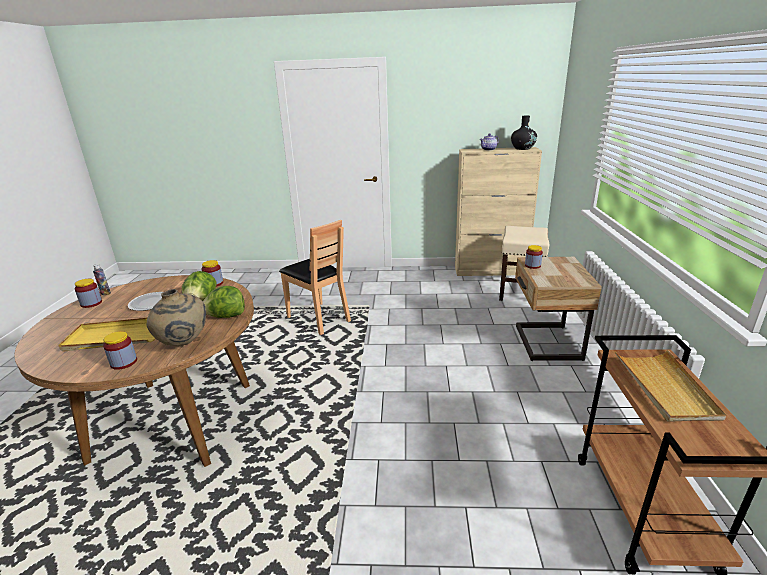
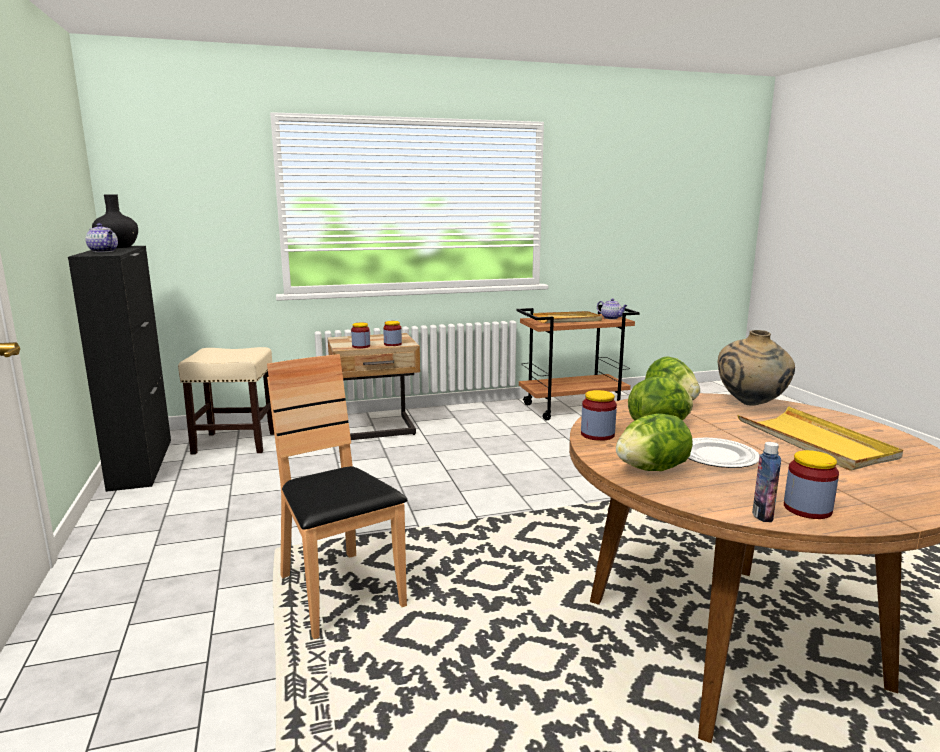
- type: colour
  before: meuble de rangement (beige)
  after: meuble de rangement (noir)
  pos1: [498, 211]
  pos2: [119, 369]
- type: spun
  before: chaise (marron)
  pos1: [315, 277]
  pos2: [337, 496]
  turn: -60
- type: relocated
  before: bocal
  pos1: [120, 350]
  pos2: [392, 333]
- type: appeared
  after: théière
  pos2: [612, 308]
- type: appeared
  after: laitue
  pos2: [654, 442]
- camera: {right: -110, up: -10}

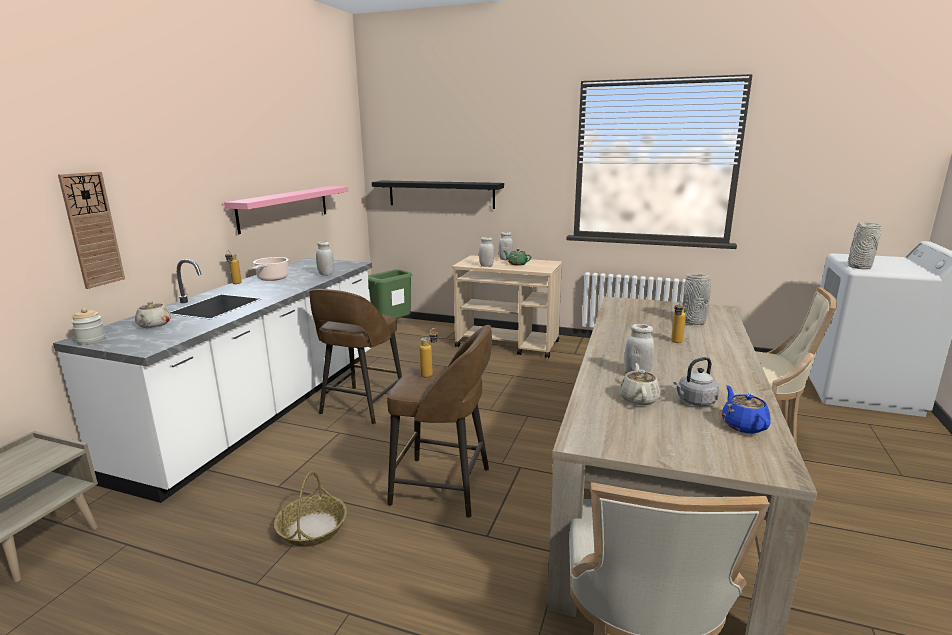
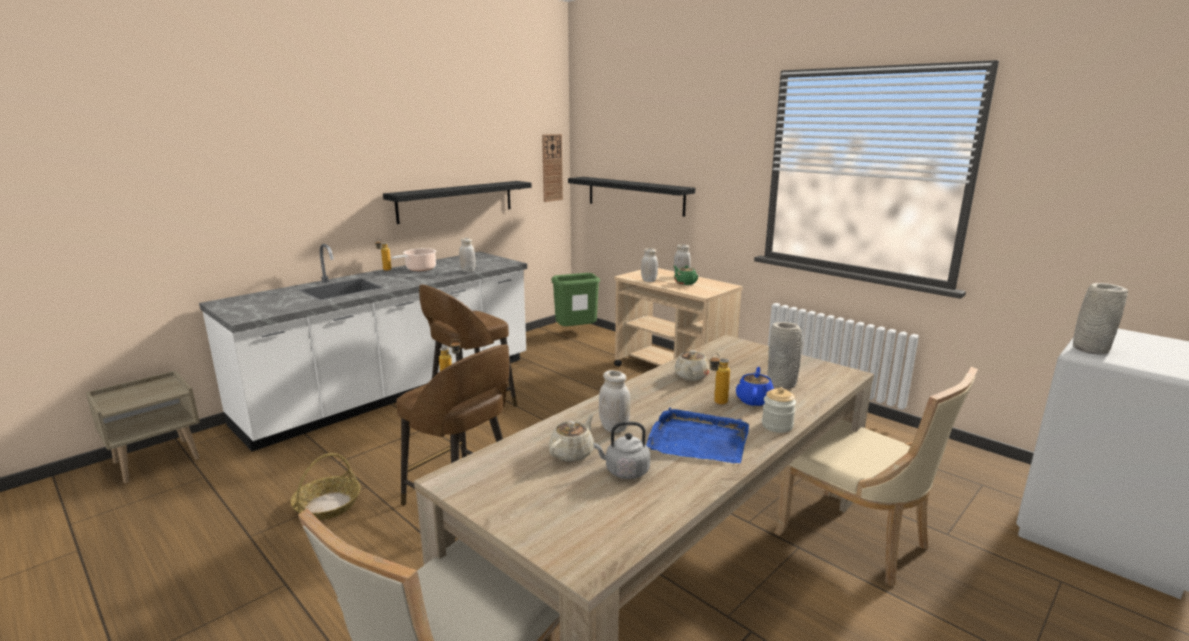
- type: colour
  before: étagère (rose)
  after: étagère (noir)
  pos1: [286, 210]
  pos2: [457, 202]
- type: relocated
  before: horloge murale
  pos1: [91, 230]
  pos2: [552, 168]
- type: appeared
  after: plateau (bleu)
  pos2: [697, 435]
- type: relocated
  before: théière (beige)
  pos1: [153, 314]
  pos2: [692, 365]
- type: relocated
  before: théière (bleu)
  pos1: [746, 409]
  pos2: [755, 386]
- type: relocated
  before: bocal
  pos1: [88, 326]
  pos2: [779, 410]
- camera: {right: 25, up: 0}

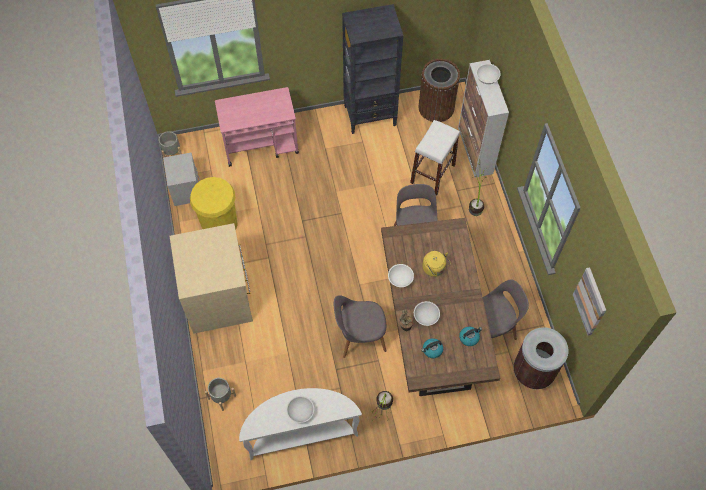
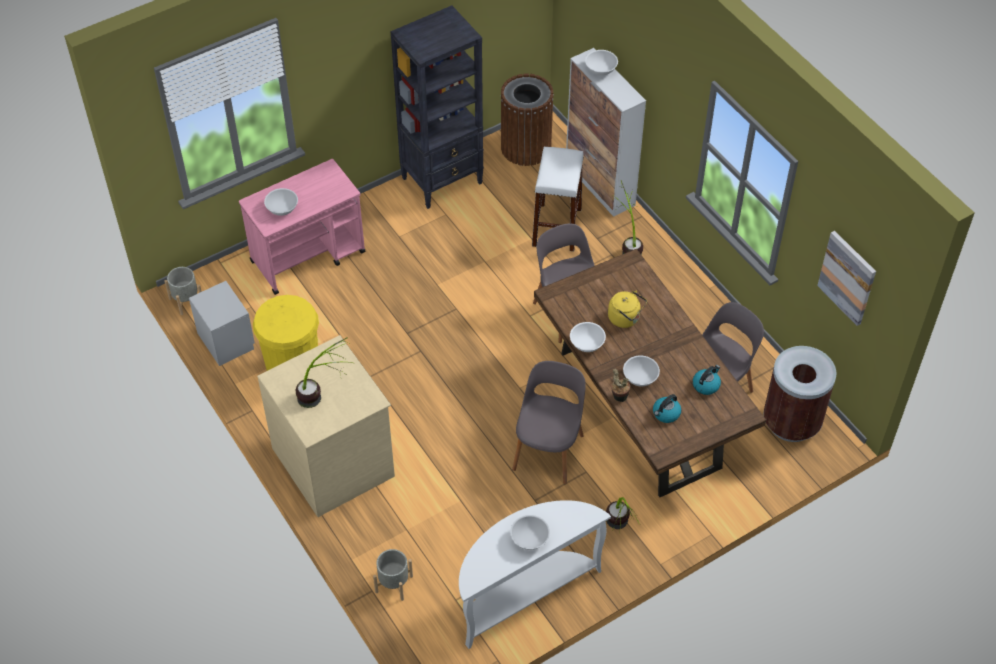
- type: appeared
  after: bol (blanc)
  pos2: [281, 202]
- type: appeared
  after: plante en pot
  pos2: [324, 372]
- type: spun
  before: chaise (gris)
  pos1: [360, 326]
  pos2: [549, 422]
  turn: 135
- camera: {right: -20, up: -10}

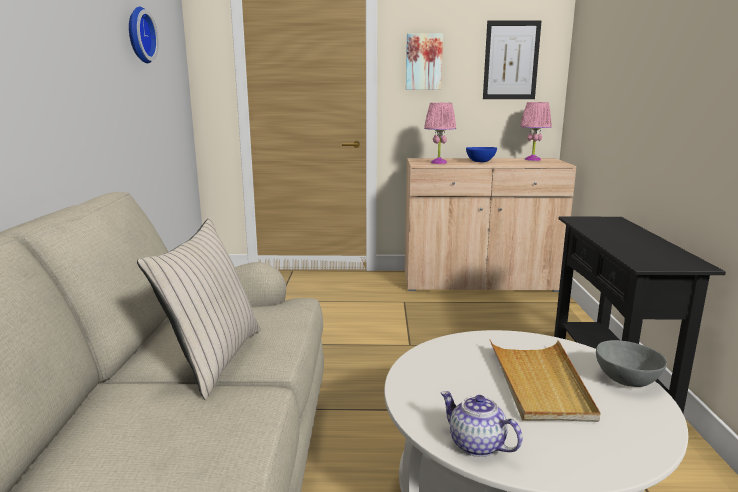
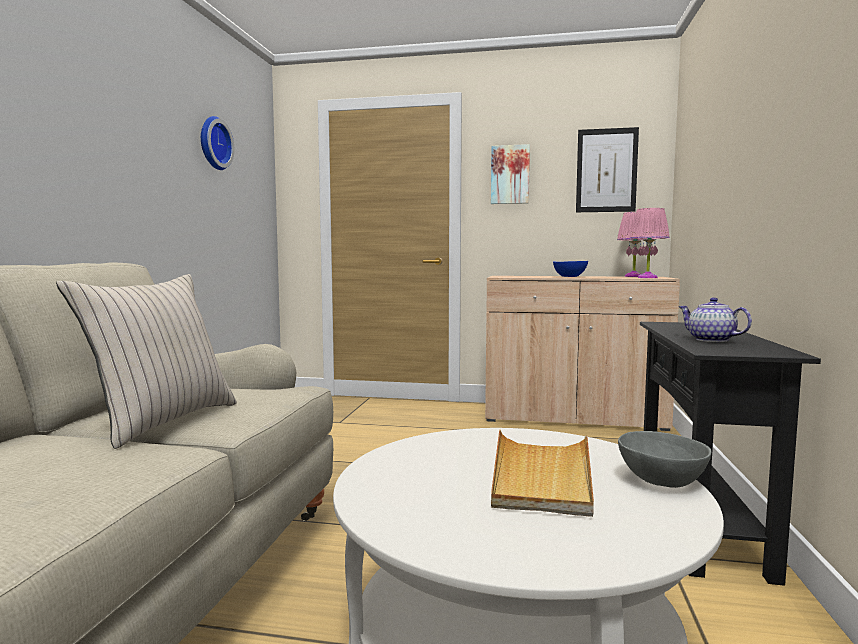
- type: relocated
  before: lampe de table (rose)
  pos1: [440, 133]
  pos2: [650, 243]
- type: relocated
  before: théière
  pos1: [481, 424]
  pos2: [715, 319]
- camera: {right: 10, up: -10}

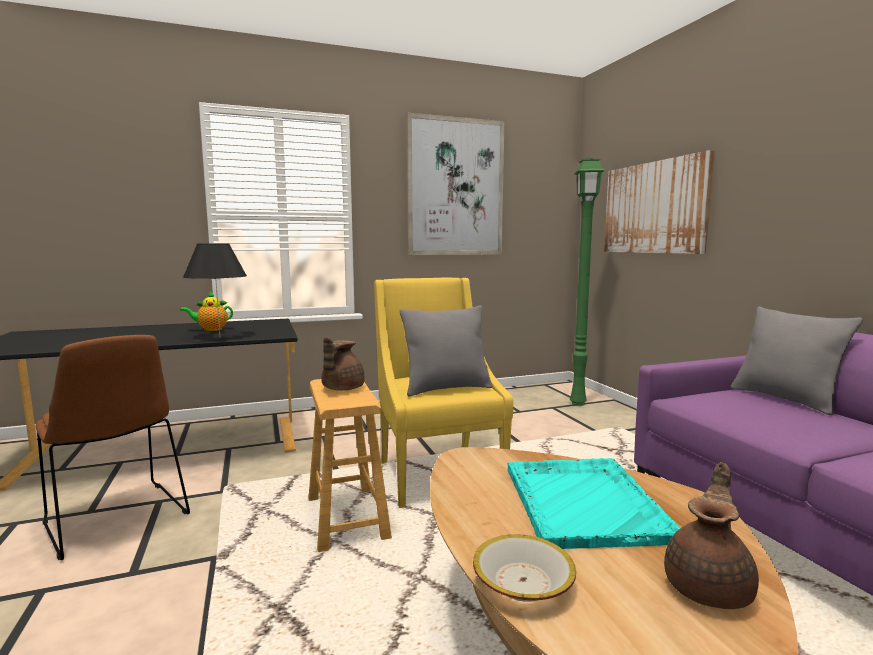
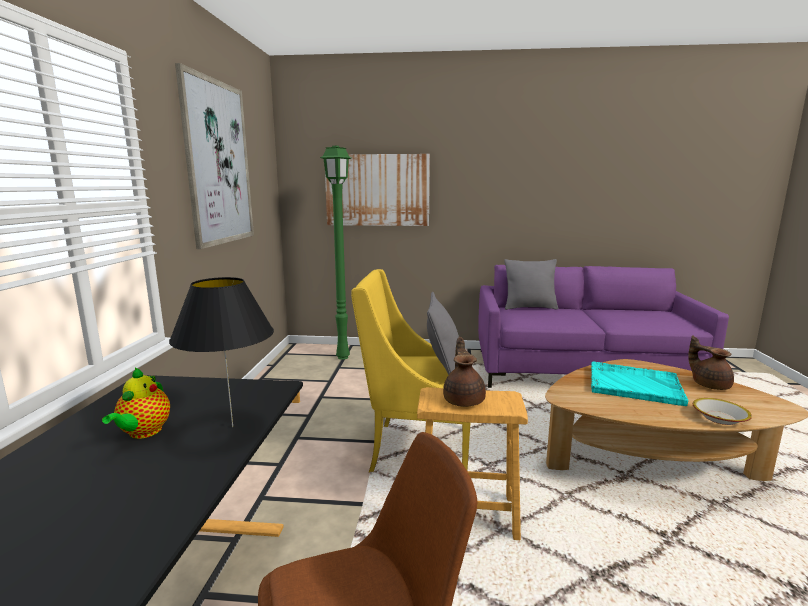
- type: spun
  before: théière (marron)
  pos1: [343, 364]
  pos2: [464, 372]
  turn: -135
- camera: {right: -65, up: 5}

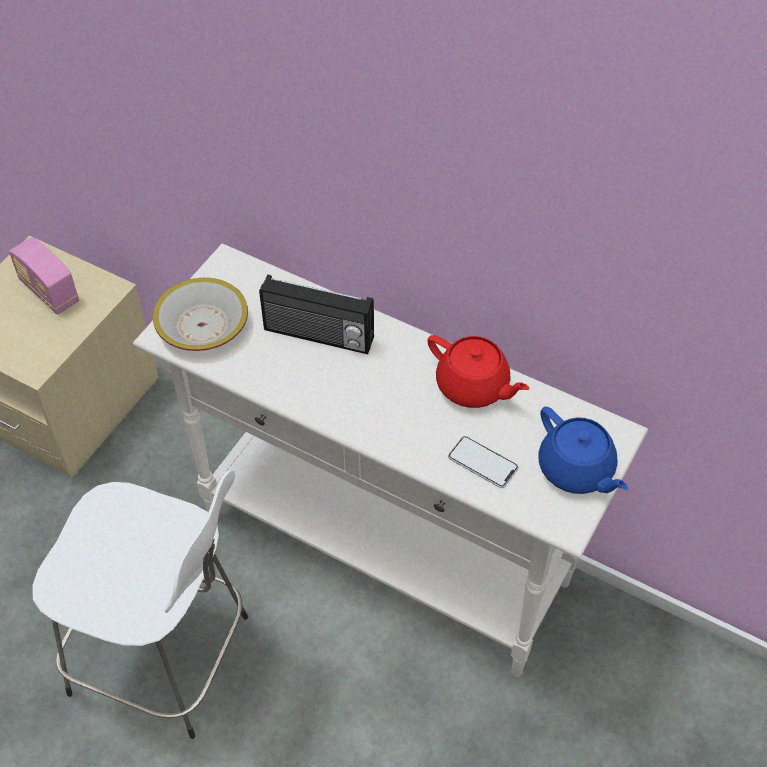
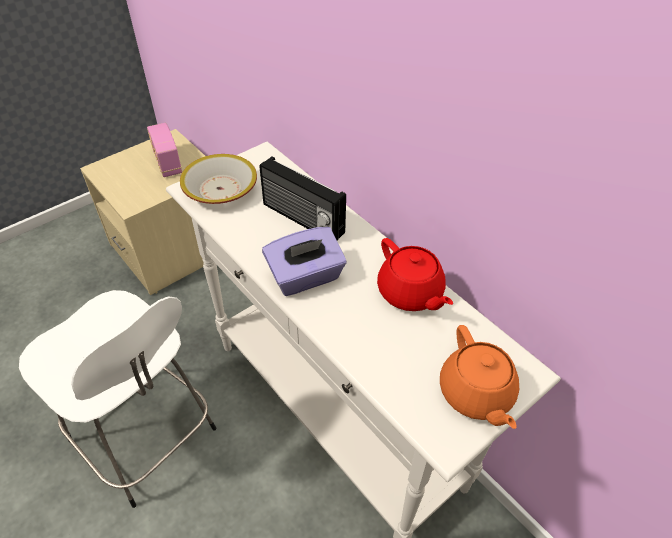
- type: appeared
  after: boîte à mouchoirs (violet)
  pos2: [304, 261]
- type: colour
  before: théière (bleu)
  after: théière (orange)
  pos1: [583, 450]
  pos2: [479, 377]
- type: missing
  before: téléphone
  pos1: [483, 462]
- camera: {right: 20, up: -5}

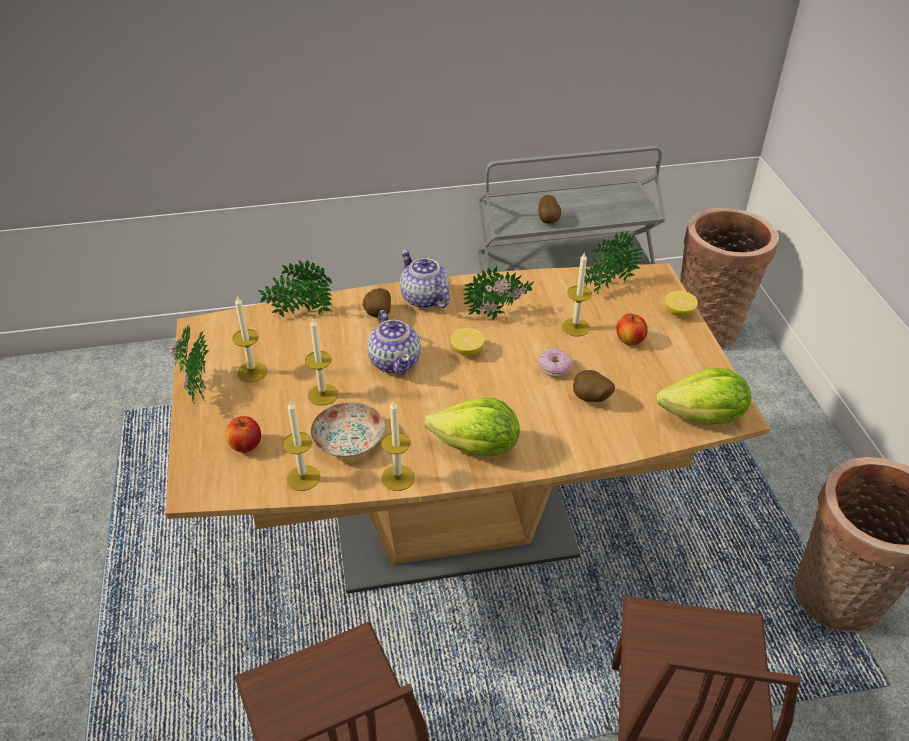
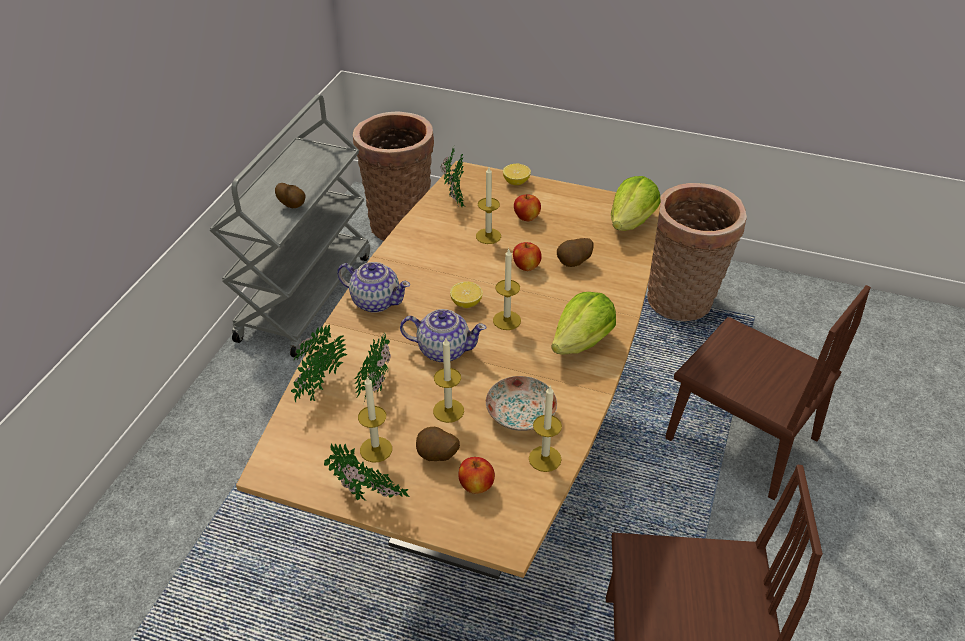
- type: spun
  before: théière
  pos1: [425, 279]
  pos2: [373, 287]
  turn: -150
- type: relocated
  before: plante en pot
  pos1: [498, 293]
  pos2: [372, 367]
- type: relocated
  before: pomme de terre
  pos1: [377, 302]
  pos2: [438, 444]
- type: relocated
  before: bougie
  pos1: [398, 446]
  pos2: [507, 289]
- type: exchanged
  before: beignet
  after: pomme
  pos1: [555, 362]
  pos2: [527, 256]
- camera: {right: -60, up: 0}

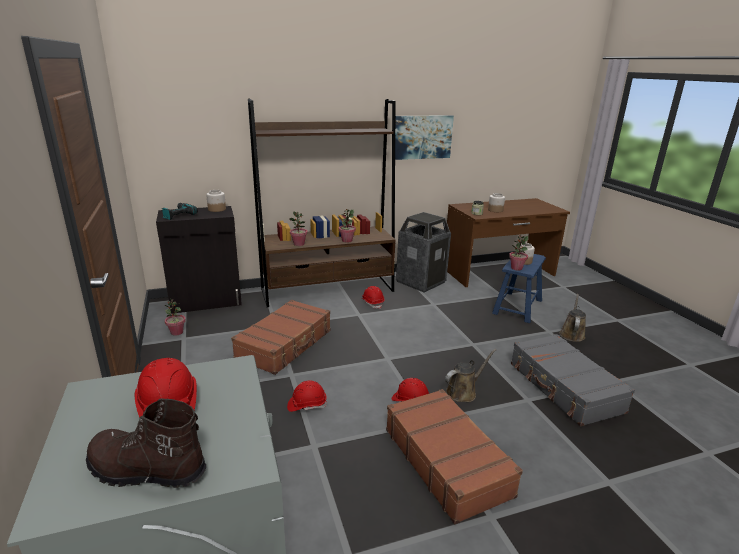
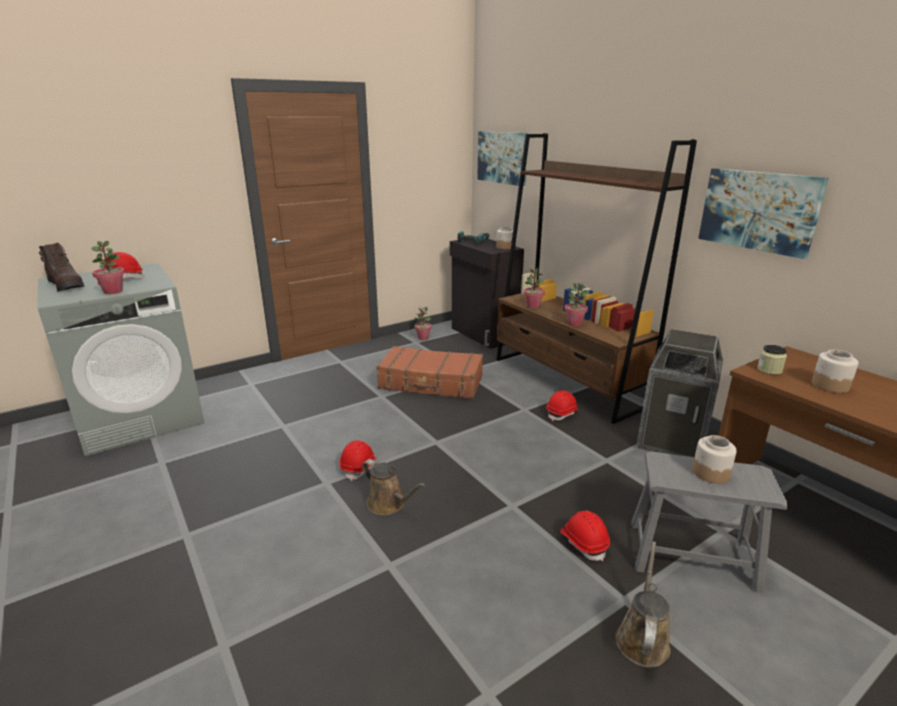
- type: spun
  before: botte (marron)
  pos1: [146, 443]
  pos2: [62, 267]
  turn: 135
- type: relocated
  before: plante en pot
  pos1: [518, 253]
  pos2: [108, 267]
- type: appeared
  after: tableau
  pos2: [502, 158]
- type: relocated
  before: casque de chantier (rouge)
  pos1: [307, 396]
  pos2: [585, 536]
- type: spun
  before: arrosoir (marron)
  pos1: [572, 318]
  pos2: [642, 604]
  turn: -75
- type: colour
  before: tabouret (bleu)
  after: tabouret (gris)
  pos1: [519, 288]
  pos2: [709, 522]
- type: missing
  before: valise (marron)
  pos1: [454, 456]
- type: missing
  before: valise (gris)
  pos1: [573, 380]
- camera: {right: 75, up: 0}

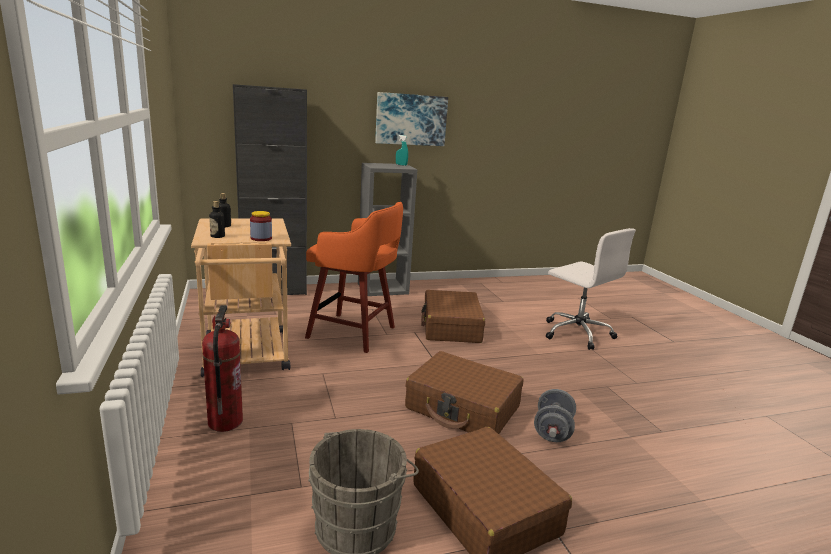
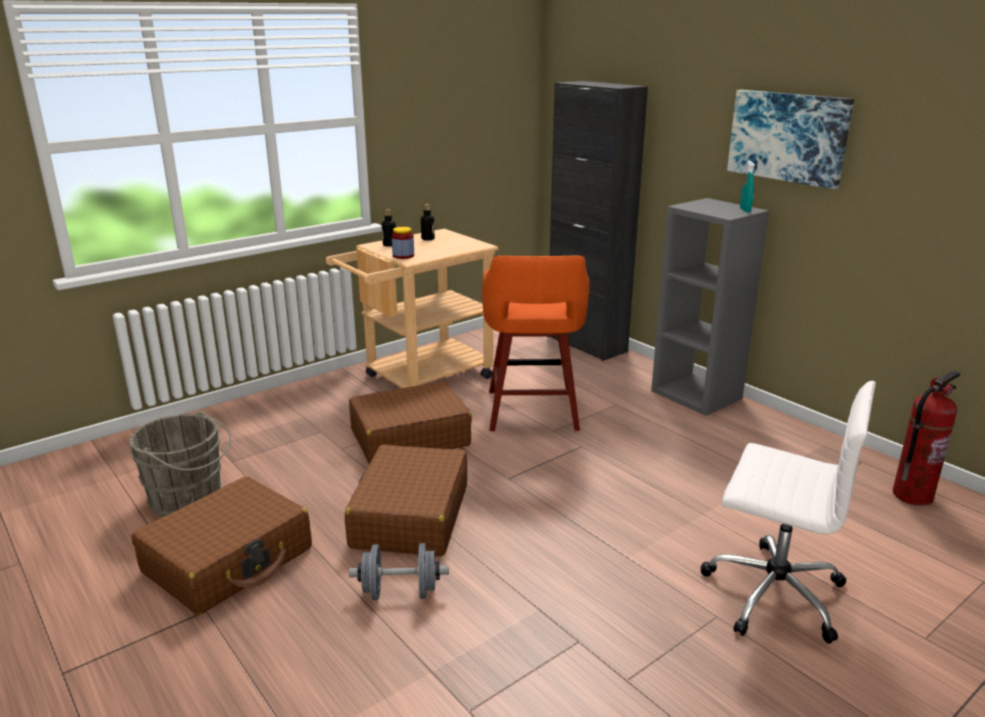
- type: relocated
  before: valise (marron)
  pos1: [453, 316]
  pos2: [410, 422]
- type: spun
  before: chaise de bureau (blanc)
  pos1: [591, 289]
  pos2: [788, 512]
  turn: -90
- type: relocated
  before: extincteur
  pos1: [222, 368]
  pos2: [927, 438]
- camera: {right: 70, up: 5}

